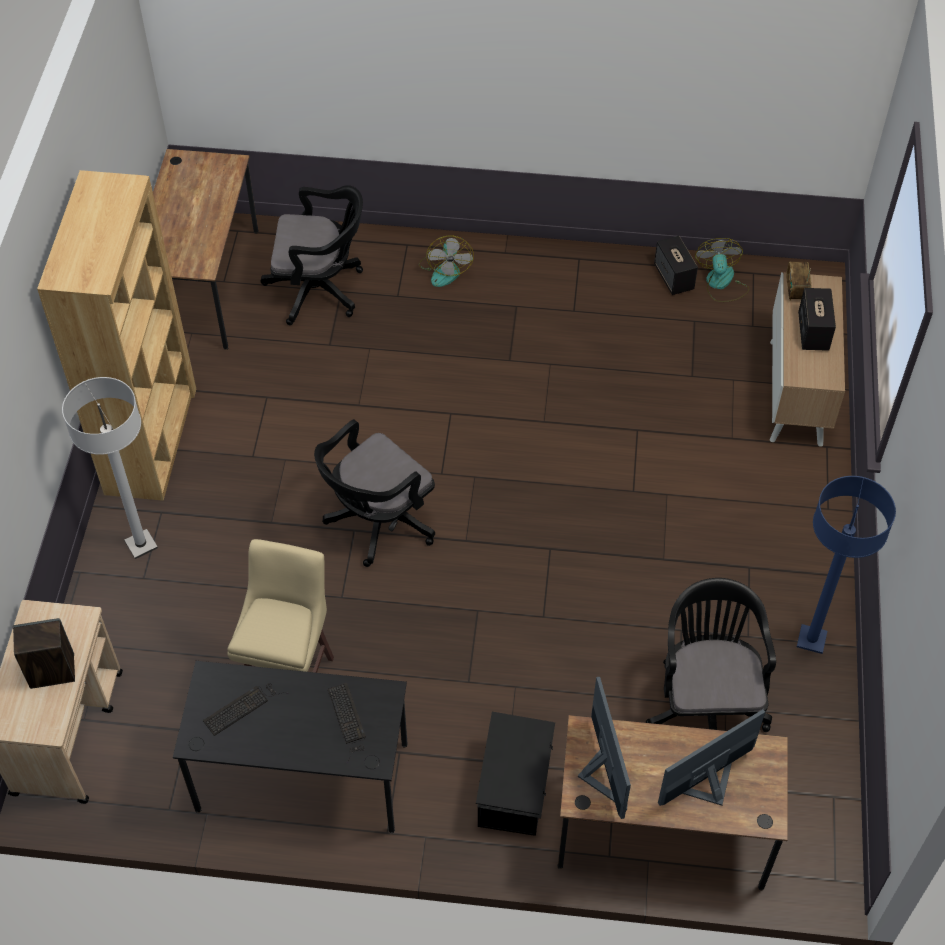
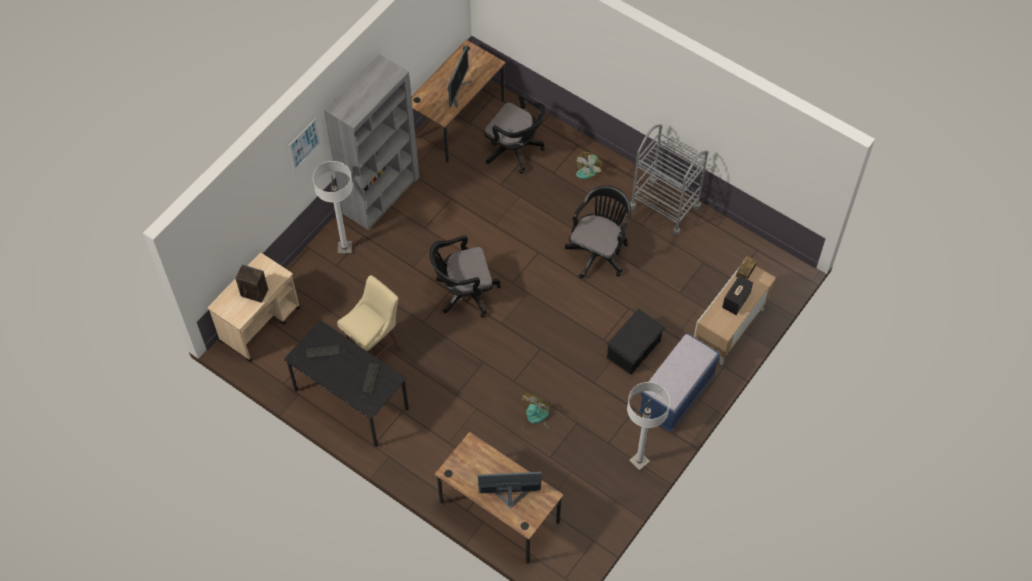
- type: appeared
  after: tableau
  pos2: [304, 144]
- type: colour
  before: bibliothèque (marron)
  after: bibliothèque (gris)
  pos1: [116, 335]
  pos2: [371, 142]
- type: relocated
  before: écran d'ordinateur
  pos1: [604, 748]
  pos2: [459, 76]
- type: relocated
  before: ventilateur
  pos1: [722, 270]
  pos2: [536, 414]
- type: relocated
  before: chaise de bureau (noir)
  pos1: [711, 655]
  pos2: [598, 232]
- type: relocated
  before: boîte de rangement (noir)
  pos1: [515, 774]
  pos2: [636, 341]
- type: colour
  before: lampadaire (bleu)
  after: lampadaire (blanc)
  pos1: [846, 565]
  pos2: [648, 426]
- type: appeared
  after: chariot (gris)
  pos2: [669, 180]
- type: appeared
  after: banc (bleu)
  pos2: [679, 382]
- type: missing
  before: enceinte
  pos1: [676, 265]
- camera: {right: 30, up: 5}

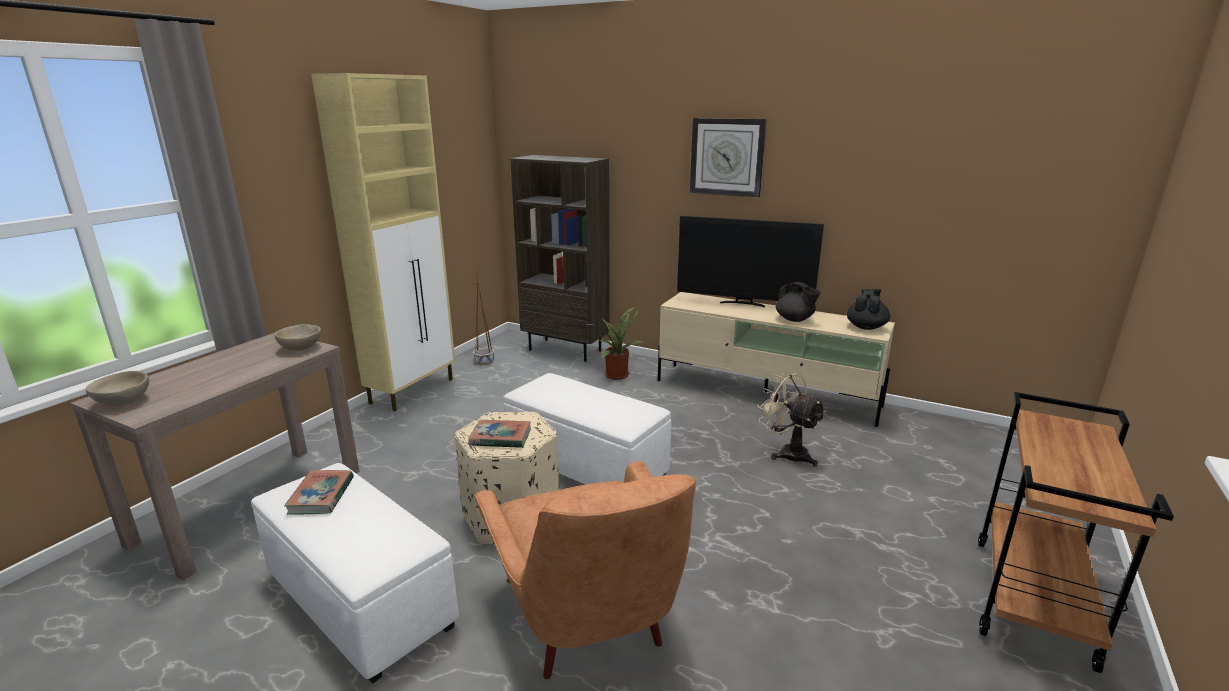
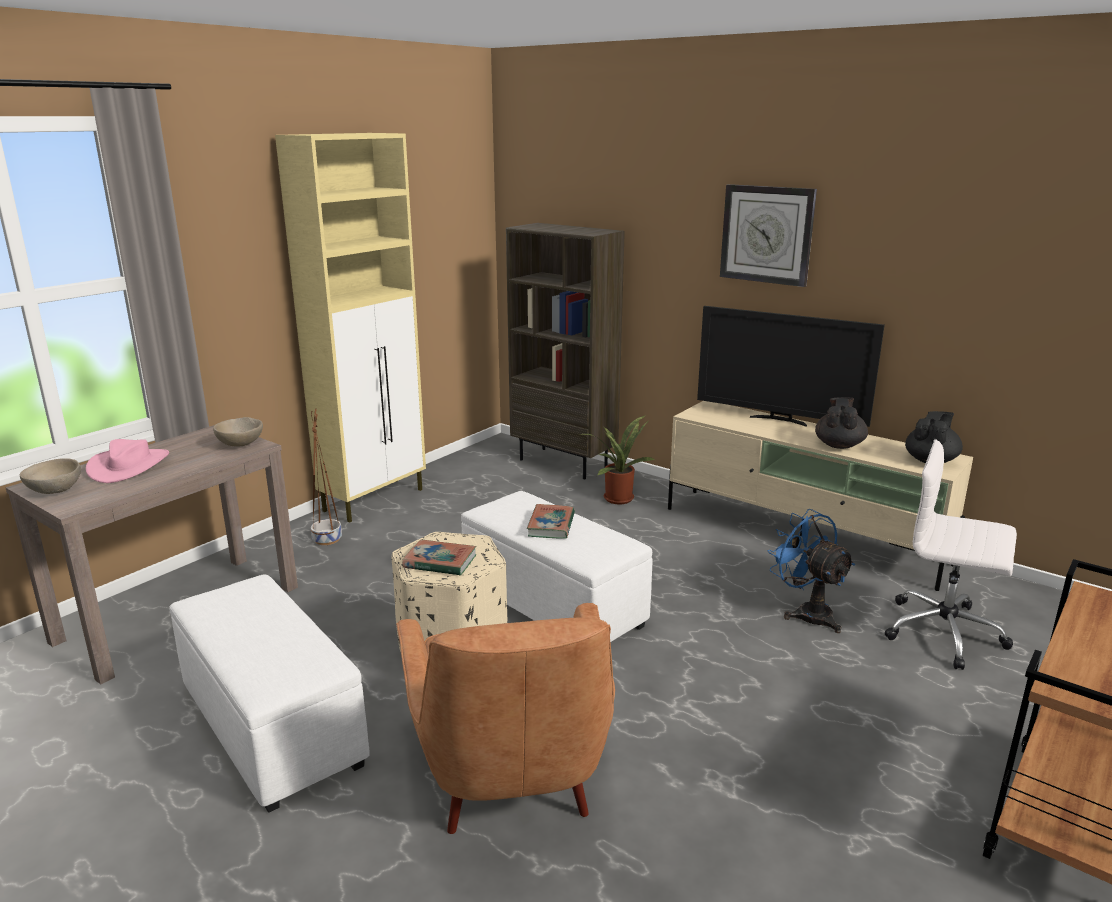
- type: appeared
  after: chapeau (rose)
  pos2: [127, 461]
- type: relocated
  before: cache-pot (marron)
  pos1: [483, 317]
  pos2: [326, 477]
- type: relocated
  before: livre
  pos1: [319, 492]
  pos2: [551, 521]
- type: colour
  before: ventilateur (beige)
  after: ventilateur (bleu)
  pos1: [791, 418]
  pos2: [811, 571]
- type: spun
  before: théière (noir)
  pos1: [798, 302]
  pos2: [841, 423]
  turn: -135
- type: appeared
  after: chaise de bureau (blanc)
  pos2: [951, 554]
- camera: {right: 10, up: 0}

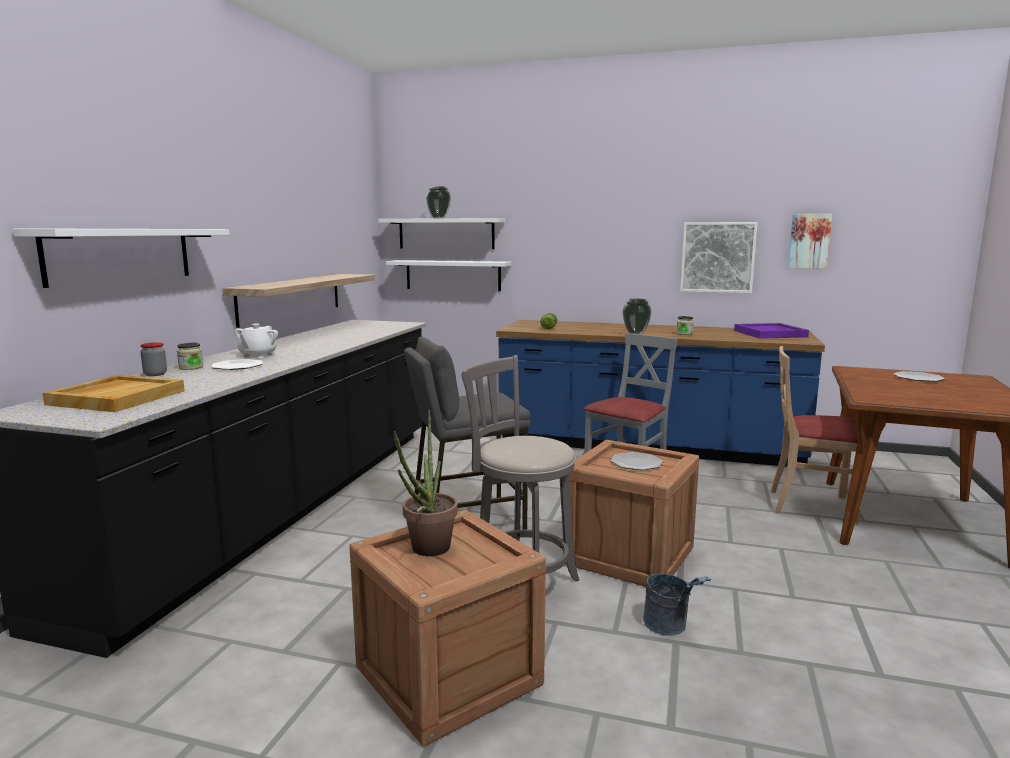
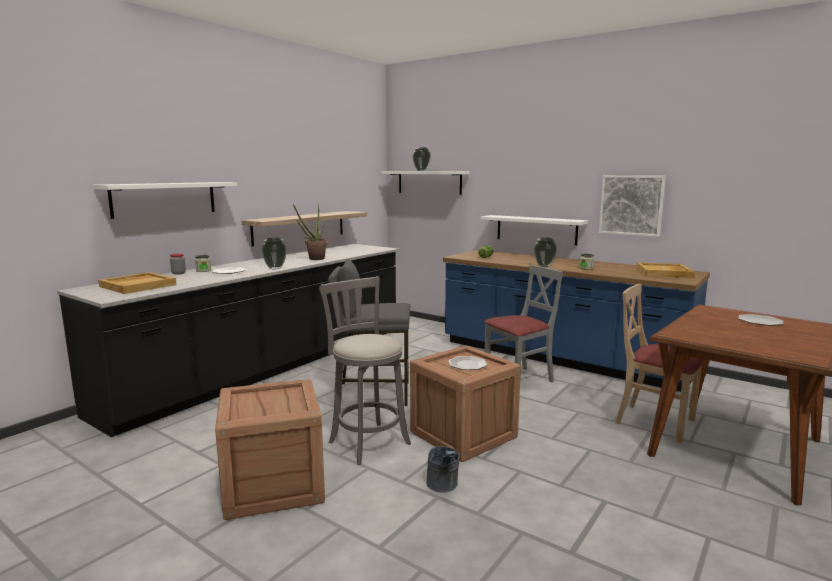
- type: appeared
  after: vase
  pos2: [274, 253]
- type: relocated
  before: plante en pot
  pos1: [426, 483]
  pos2: [310, 231]
- type: relocated
  before: étagère (blanc)
  pos1: [449, 275]
  pos2: [534, 230]
- type: colour
  before: plateau (violet)
  after: plateau (beige)
  pos1: [771, 331]
  pos2: [665, 270]
- type: missing
  before: théière (blanc)
  pos1: [256, 340]
- type: missing
  before: tableau
  pos1: [810, 241]
- camera: {right: 20, up: 0}

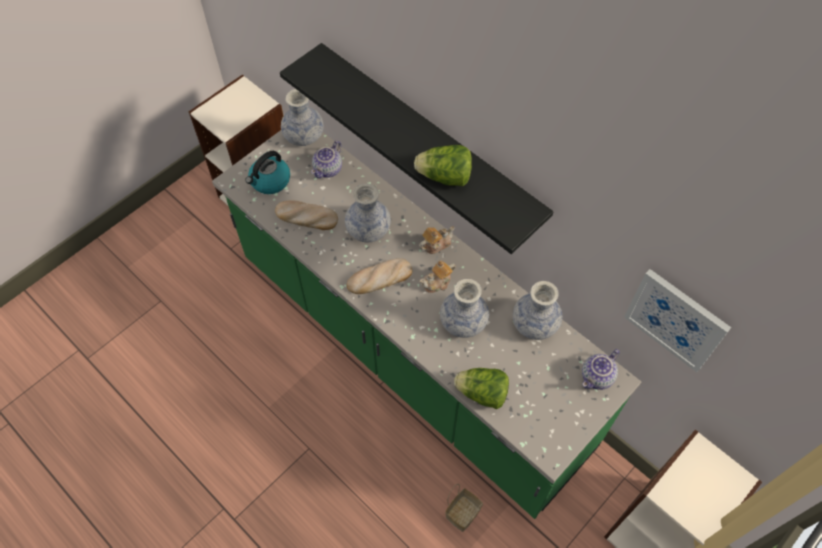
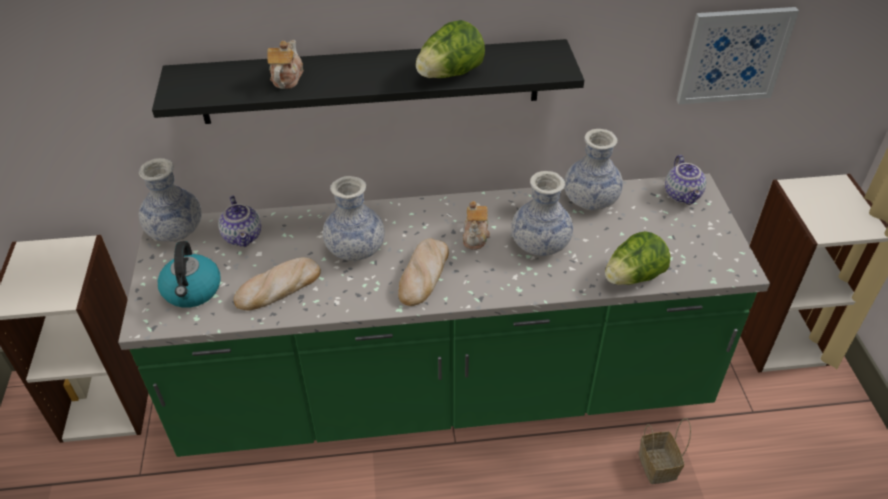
- type: relocated
  before: théière
  pos1: [437, 240]
  pos2: [285, 64]
- camera: {right: -50, up: -15}

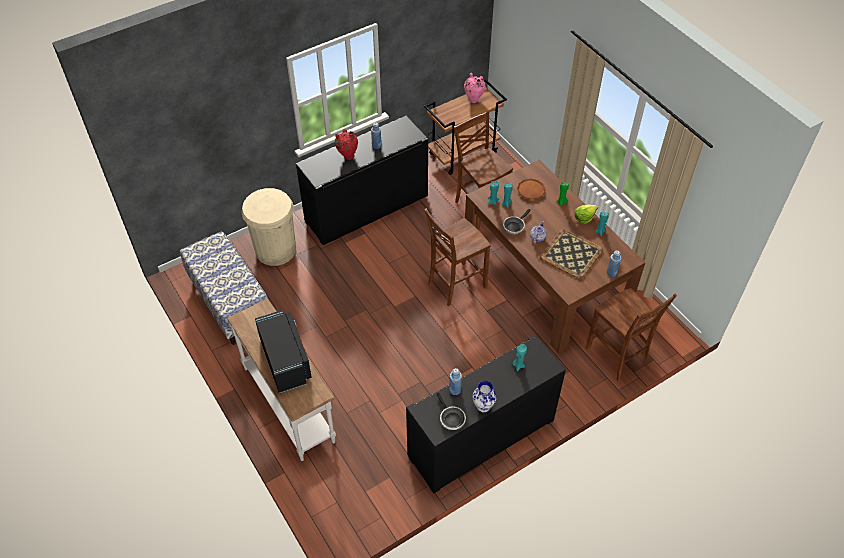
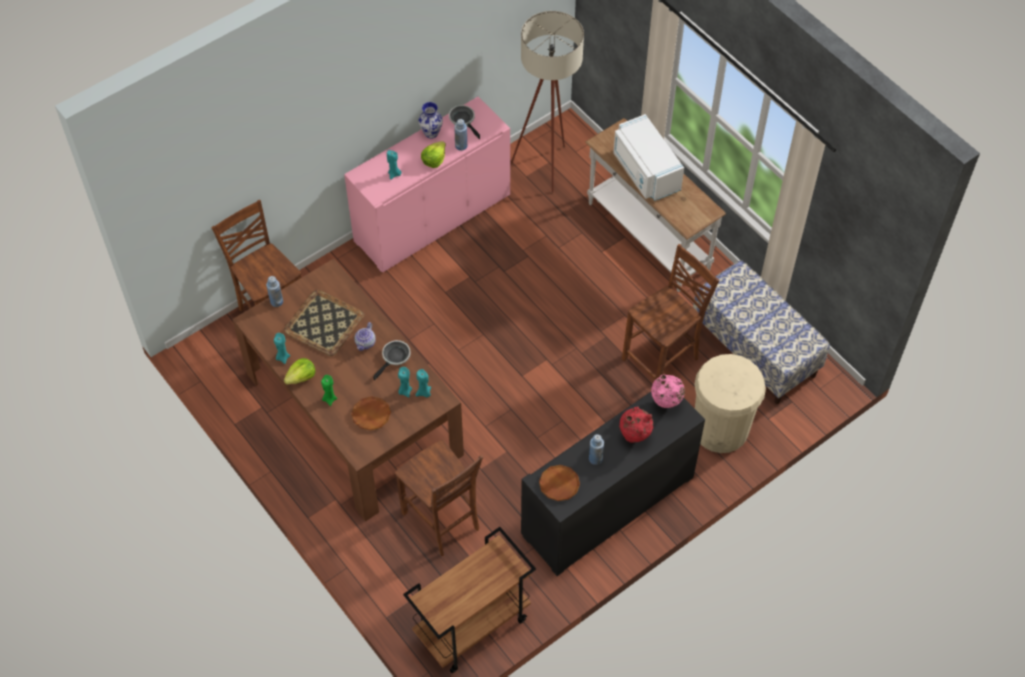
- type: colour
  before: meuble de rangement (noir)
  after: meuble de rangement (rose)
  pos1: [486, 414]
  pos2: [427, 184]
- type: appeared
  after: laitue
  pos2: [433, 154]
- type: appeared
  after: lampadaire (beige)
  pos2: [547, 102]
- type: appeared
  after: assiette (marron)
  pos2: [559, 483]
- type: colour
  before: micro-ondes (noir)
  after: micro-ondes (blanc)
  pos1: [283, 351]
  pos2: [648, 157]
- type: relocated
  before: chaise (marron)
  pos1: [457, 257]
  pos2: [670, 312]
- type: relocated
  before: vase (rose)
  pos1: [475, 88]
  pos2: [668, 391]
- camera: {right: 175, up: 5}

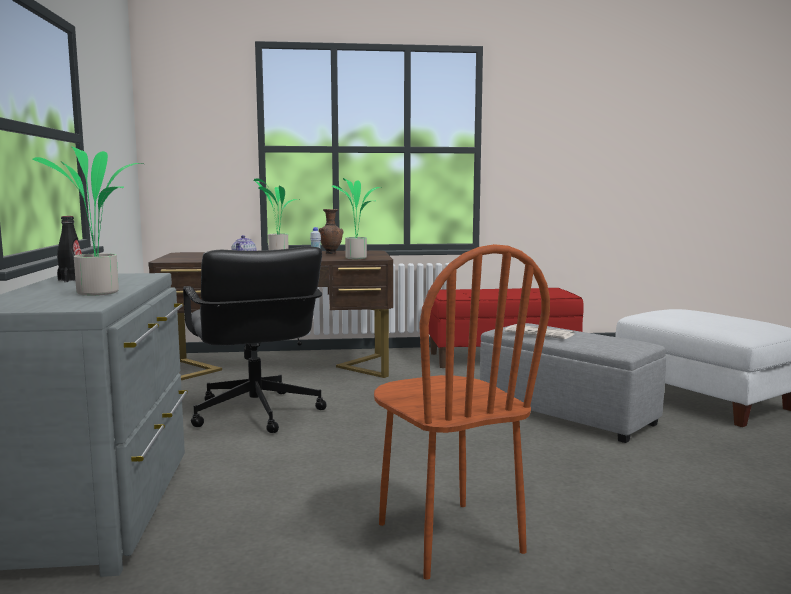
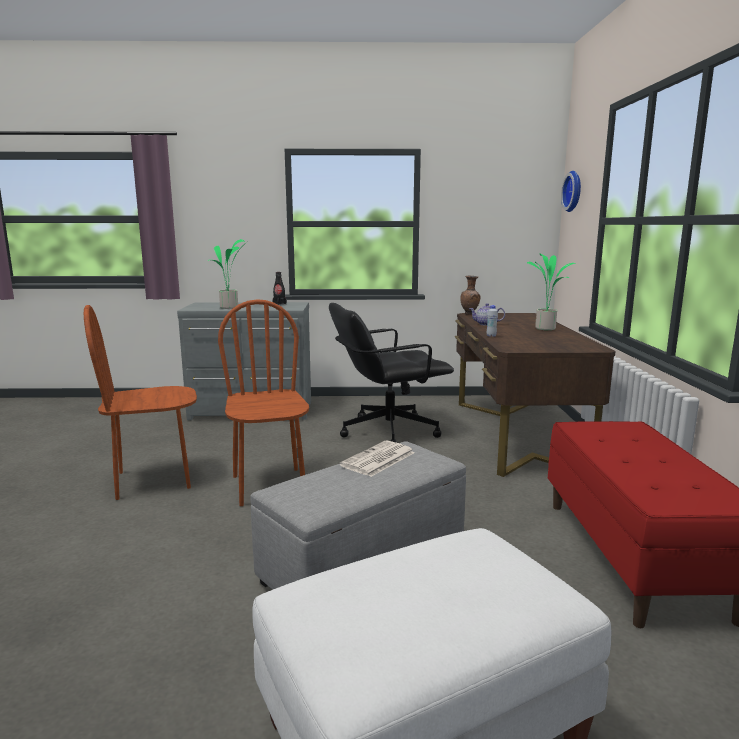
- type: appeared
  after: chaise (marron)
  pos2: [263, 402]
- type: relocated
  before: vase (marron)
  pos1: [331, 231]
  pos2: [470, 295]
- type: appeared
  after: horloge murale
  pos2: [571, 191]
- type: missing
  before: plante en pot
  pos1: [356, 218]
- camera: {right: 95, up: 5}

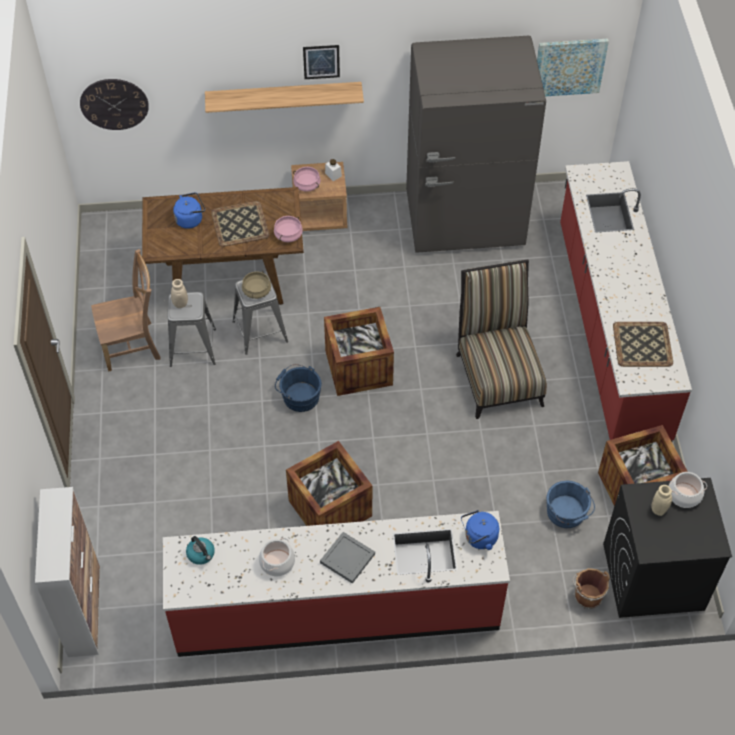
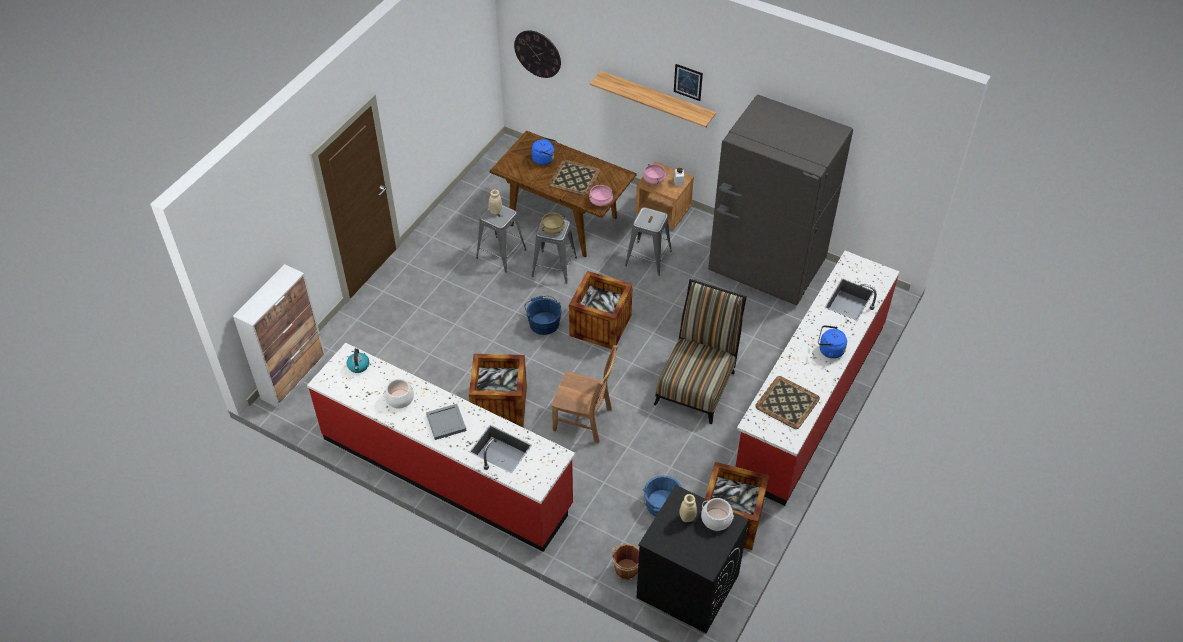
- type: relocated
  before: chaise (marron)
  pos1: [126, 310]
  pos2: [584, 394]
- type: appeared
  after: tabouret (gris)
  pos2: [648, 241]
- type: relocated
  before: bouilloire (bleu)
  pos1: [480, 530]
  pos2: [832, 342]
- type: missing
  before: tableau
  pos1: [573, 68]
- camera: {right: 35, up: -5}

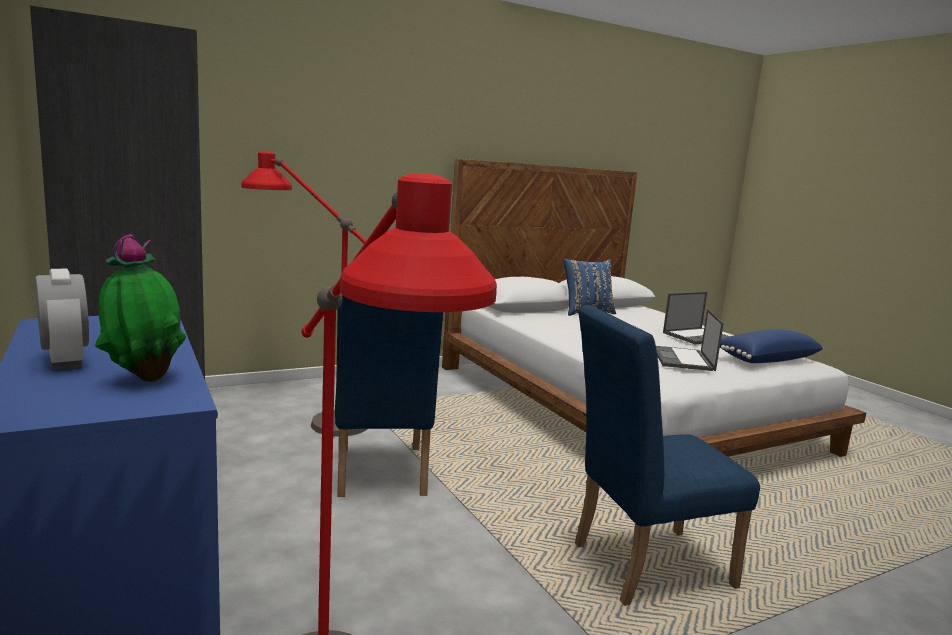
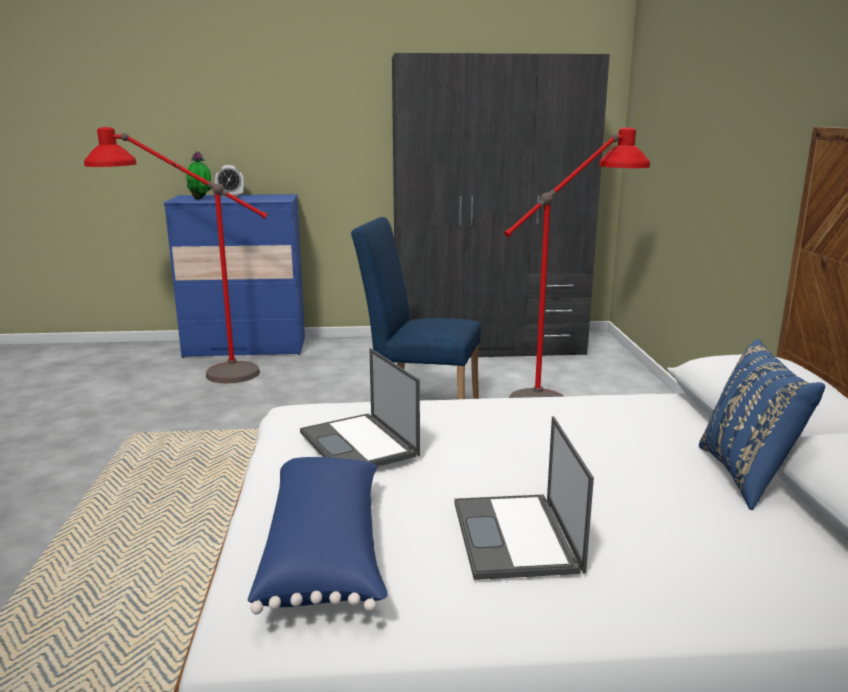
- type: spun
  before: ordinateur portable
  pos1: [690, 340]
  pos2: [360, 407]
  turn: -150
- type: missing
  before: chaise (bleu)
  pos1: [667, 455]
- camera: {right: 115, up: 5}

